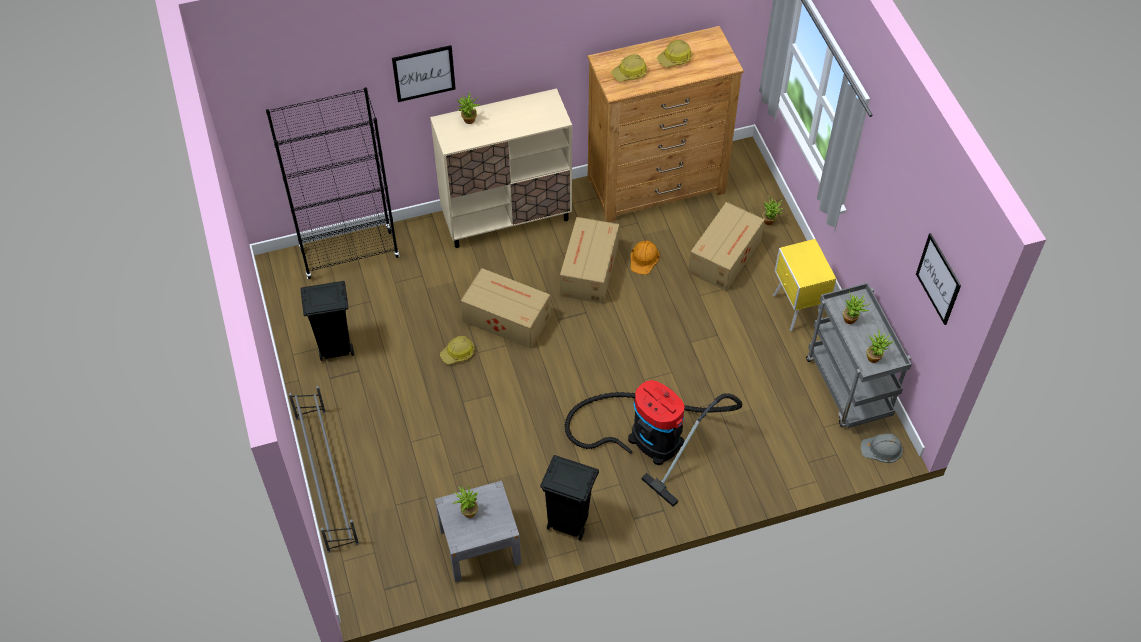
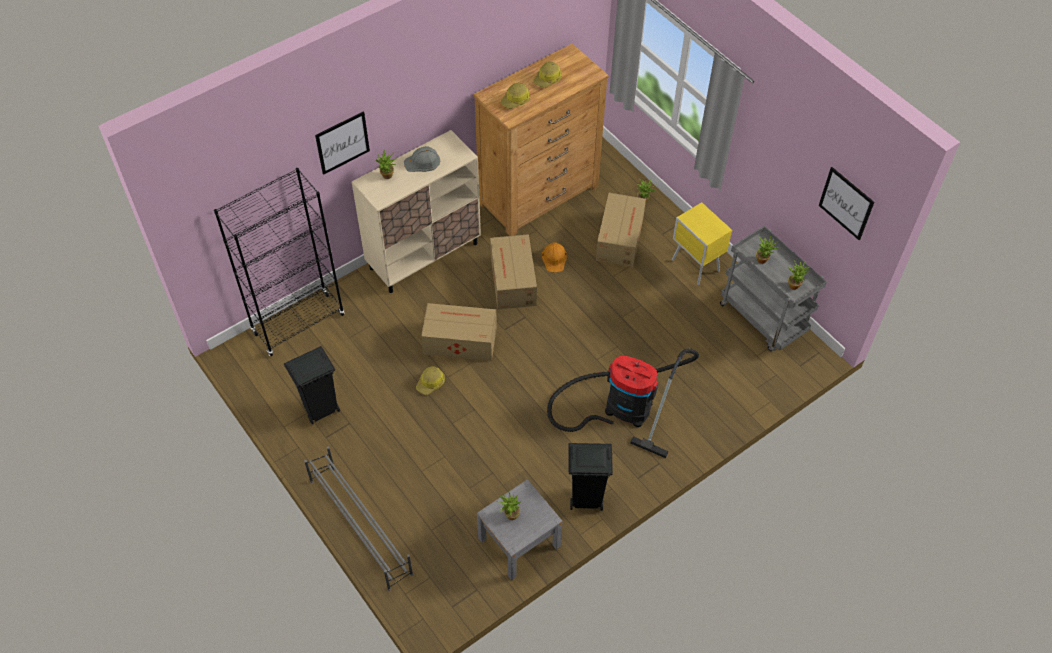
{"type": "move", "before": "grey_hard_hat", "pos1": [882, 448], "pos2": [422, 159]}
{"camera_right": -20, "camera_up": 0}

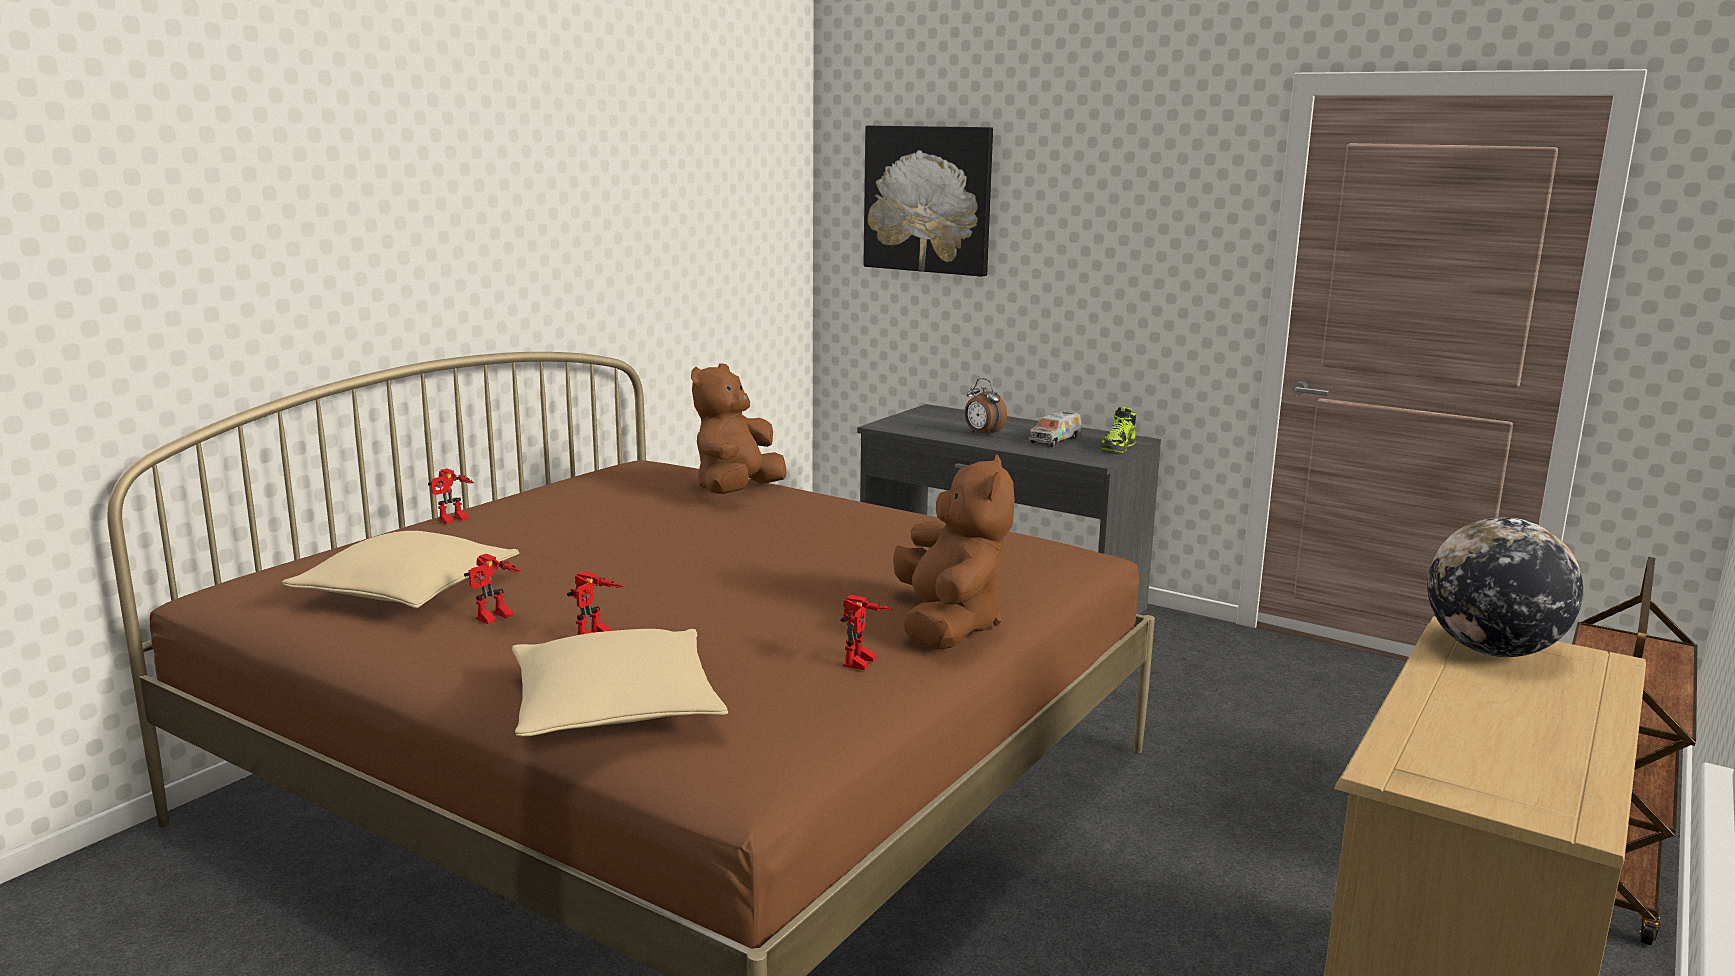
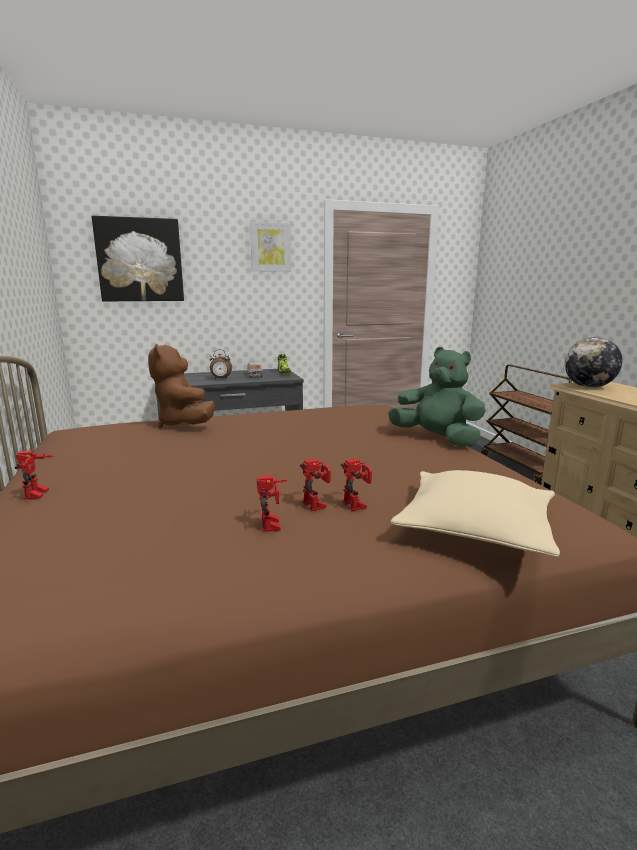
{"type": "recolor", "before": "brown_cuddly_toy", "after": "greenish_cuddly_toy", "pos1": [954, 552], "pos2": [437, 397]}
{"type": "delete", "before": "beige_throw_pillow", "pos1": [400, 569]}
{"type": "move", "before": "robot_figure", "pos1": [866, 632], "pos2": [315, 485]}
{"type": "insert", "after": "picture", "pos2": [270, 247]}
{"camera_right": -50, "camera_up": 0}

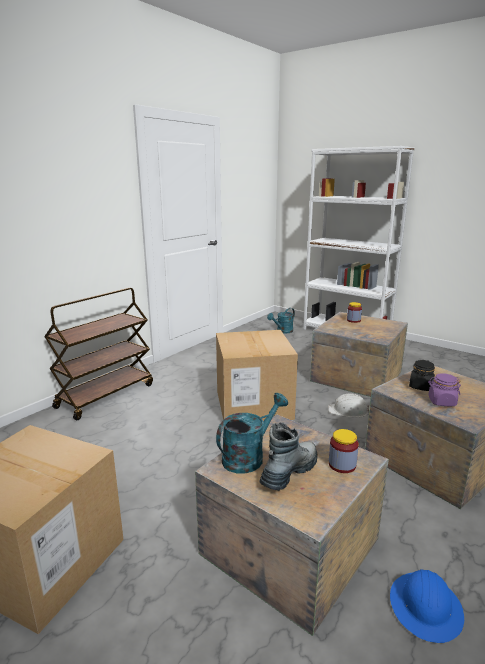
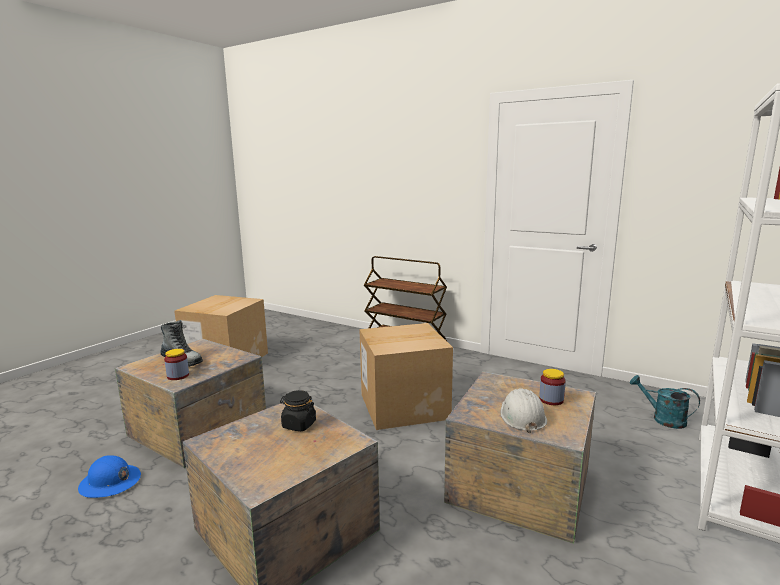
{"type": "delete", "before": "purplish_jar", "pos1": [444, 389]}
{"type": "delete", "before": "blue-green_watering_pot", "pos1": [252, 433]}
{"type": "move", "before": "white-coloured_hard_hat", "pos1": [349, 406], "pos2": [523, 410]}
{"camera_right": 85, "camera_up": -5}

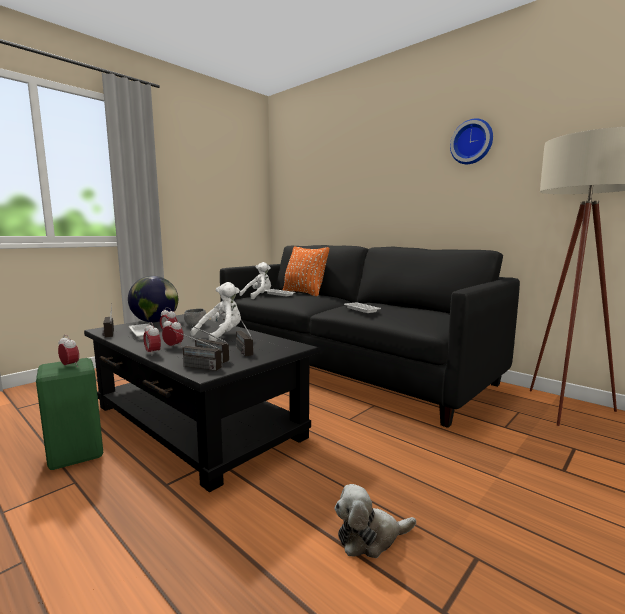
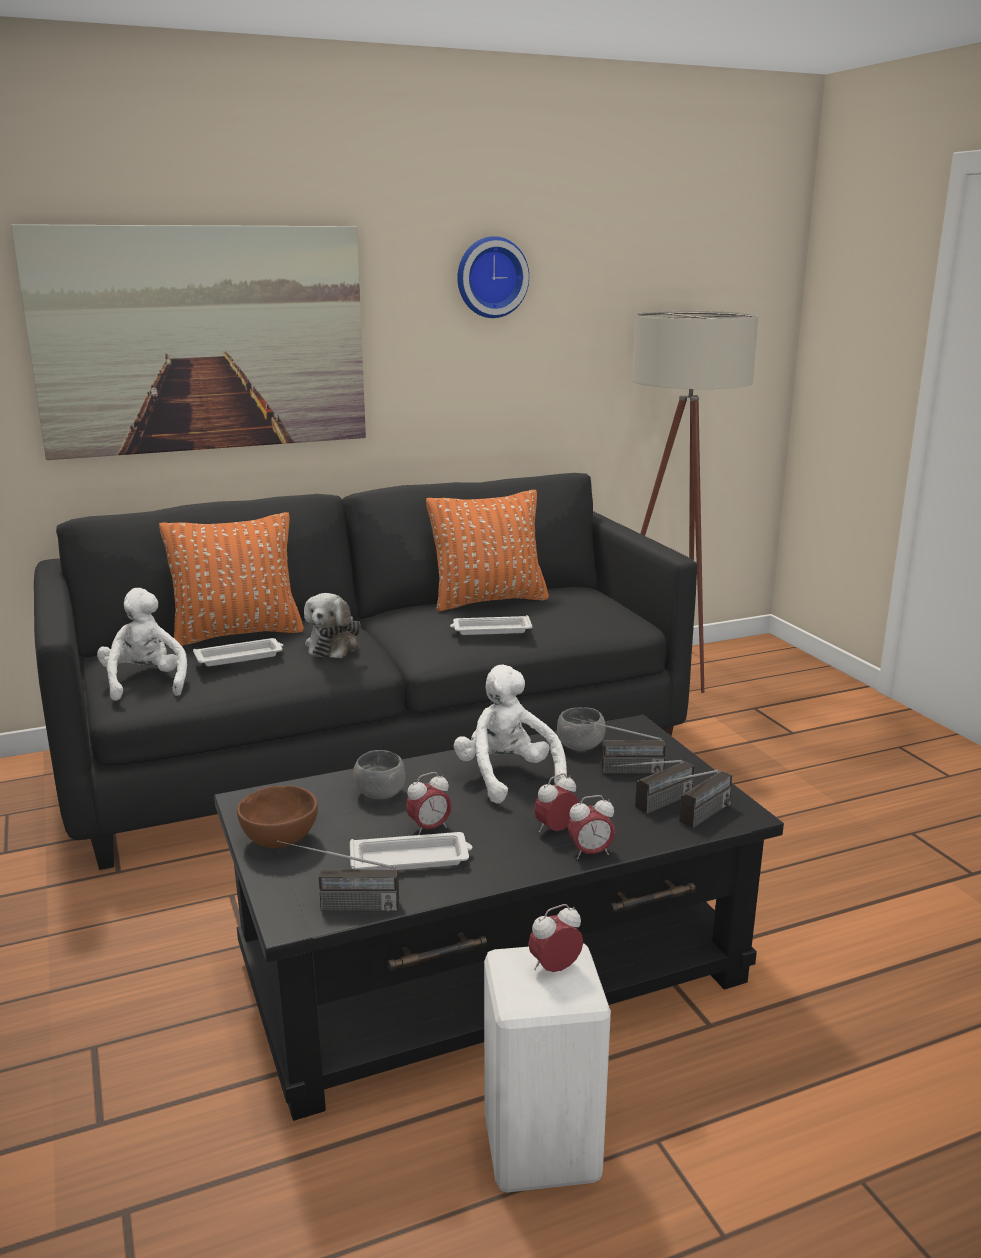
{"type": "replace", "before": "globe", "after": "brown_bowl", "pos1": [153, 299], "pos2": [277, 817]}
{"type": "recolor", "before": "greenish_stool_seat", "after": "white-coloured_stool_seat", "pos1": [69, 414], "pos2": [547, 1068]}
{"type": "move", "before": "cuddly_toy", "pos1": [375, 521], "pos2": [332, 625]}
{"type": "insert", "after": "picture", "pos2": [188, 342]}
{"type": "insert", "after": "orangey_throw_pillow", "pos2": [487, 550]}
{"type": "insert", "after": "grey_bowl", "pos2": [581, 729]}
{"camera_right": -65, "camera_up": 10}

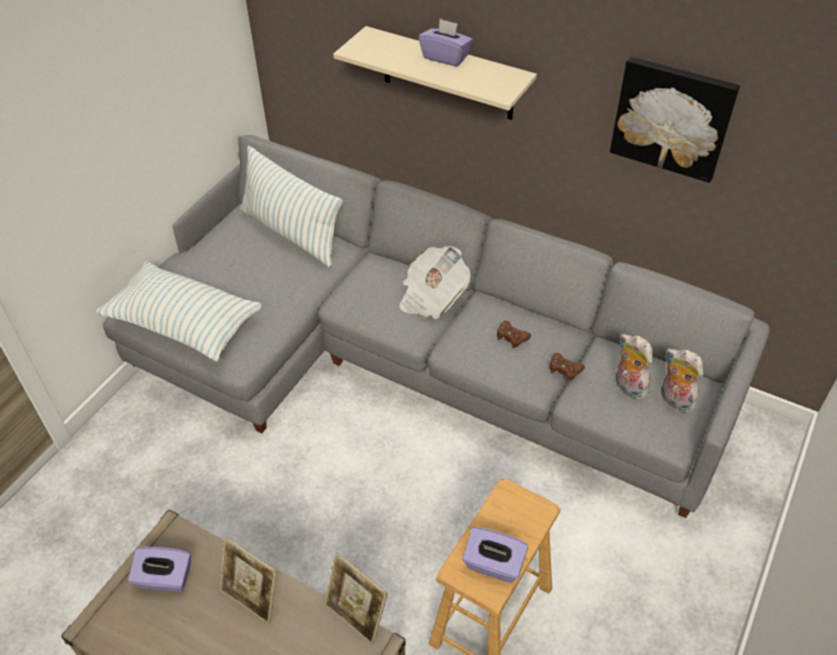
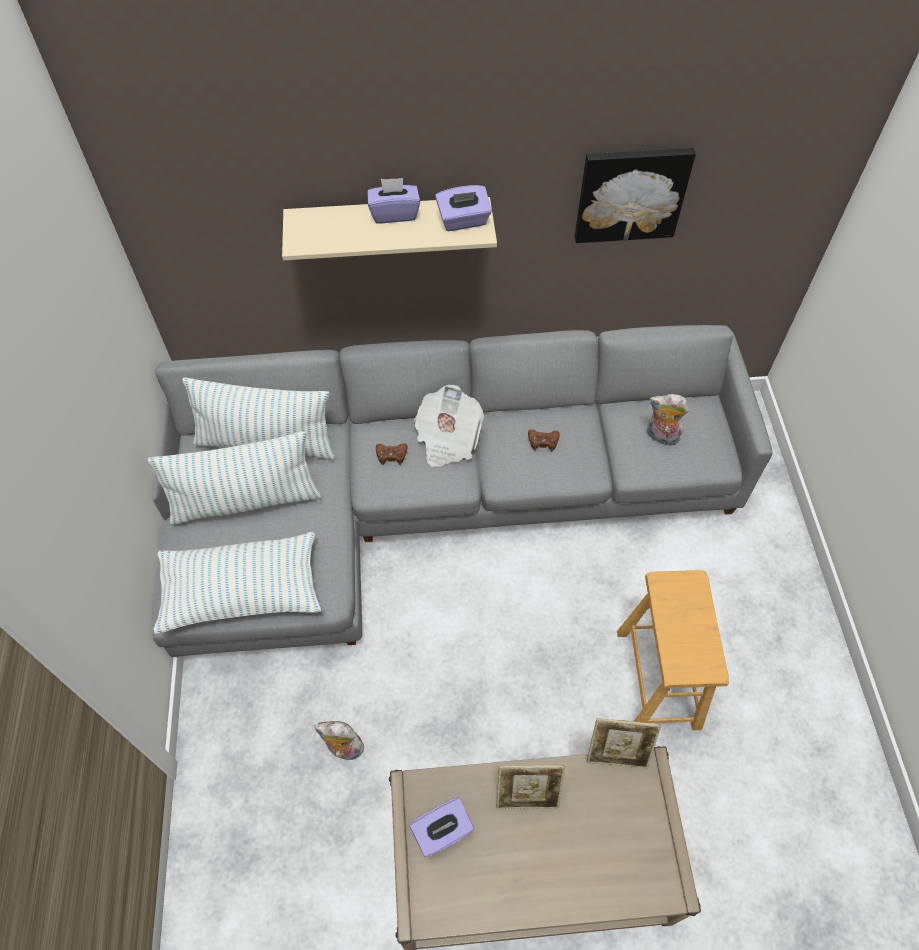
{"type": "move", "before": "cuddly_toy", "pos1": [682, 381], "pos2": [340, 742]}
{"type": "move", "before": "brown_game_controller", "pos1": [567, 367], "pos2": [392, 454]}
{"type": "move", "before": "purplish_tissue_holder", "pos1": [495, 555], "pos2": [463, 208]}
{"type": "insert", "after": "throw_pillow", "pos2": [234, 478]}
{"camera_right": -35, "camera_up": 10}

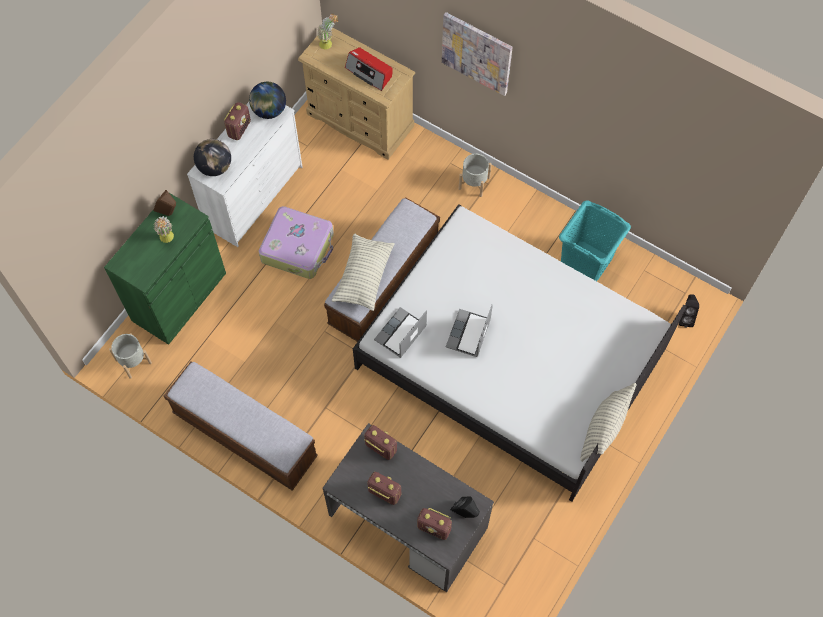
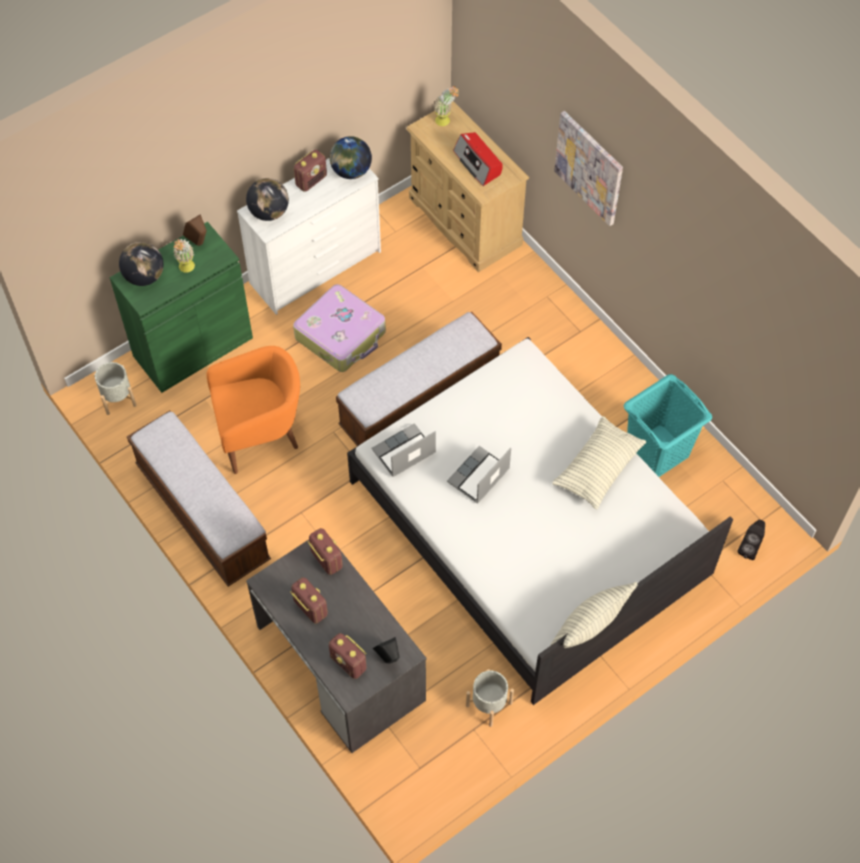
{"type": "move", "before": "grey_plant_pot", "pos1": [475, 175], "pos2": [490, 698]}
{"type": "move", "before": "throw_pillow", "pos1": [363, 272], "pos2": [599, 462]}
{"type": "insert", "after": "globe", "pos2": [141, 264]}
{"type": "insert", "after": "orangey_armchair", "pos2": [253, 410]}
{"camera_right": 20, "camera_up": -5}

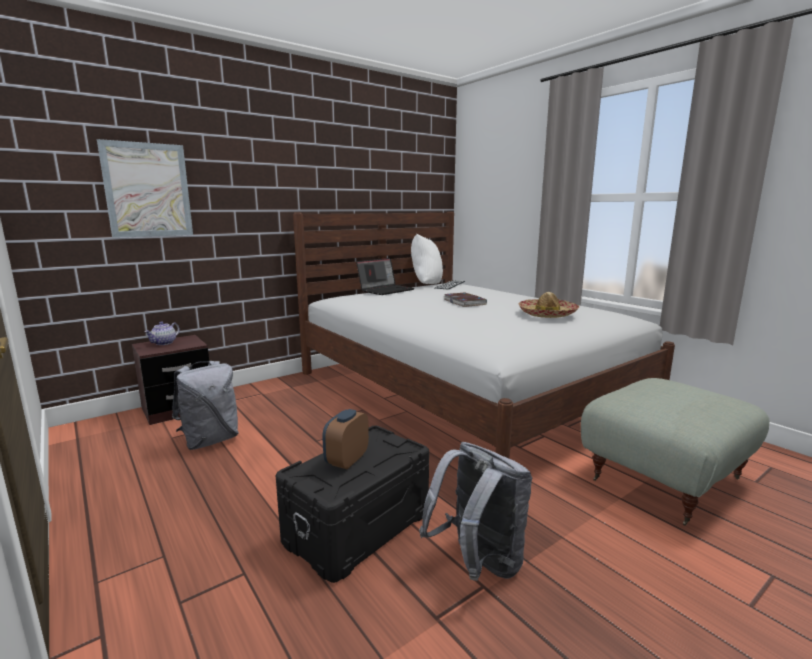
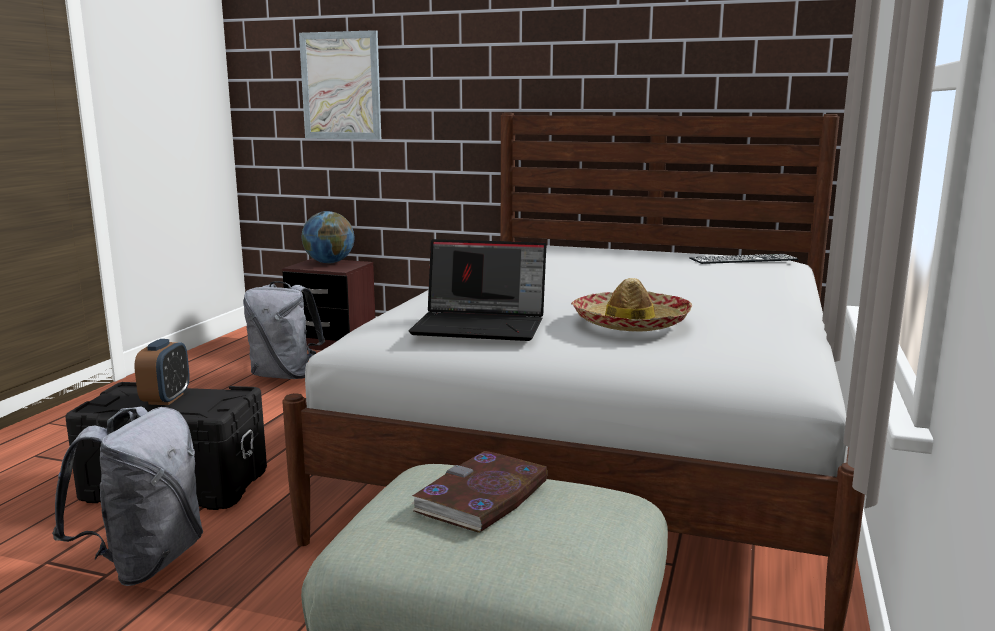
{"type": "delete", "before": "white-coloured_throw_pillow", "pos1": [427, 259]}
{"type": "move", "before": "portable_computer", "pos1": [385, 276], "pos2": [477, 290]}
{"type": "move", "before": "book", "pos1": [465, 300], "pos2": [479, 492]}
{"type": "replace", "before": "teapot", "after": "globe", "pos1": [162, 333], "pos2": [328, 237]}
{"type": "rotate", "before": "table_clock", "pos1": [345, 439], "pos2": [162, 372], "turn": 105}
{"camera_right": 55, "camera_up": 0}

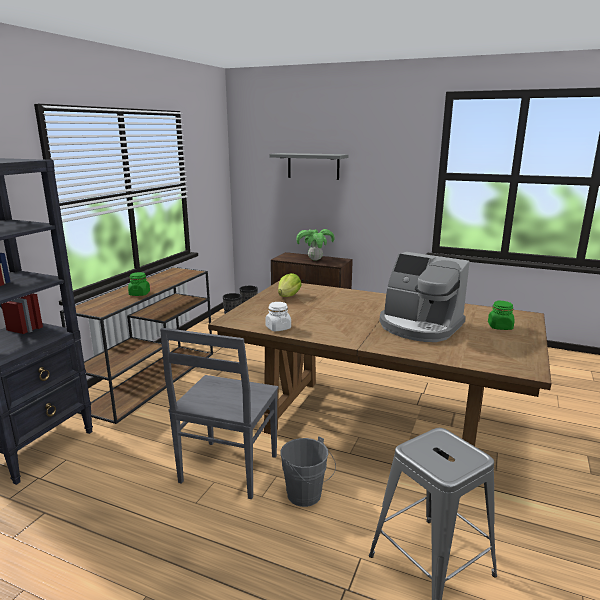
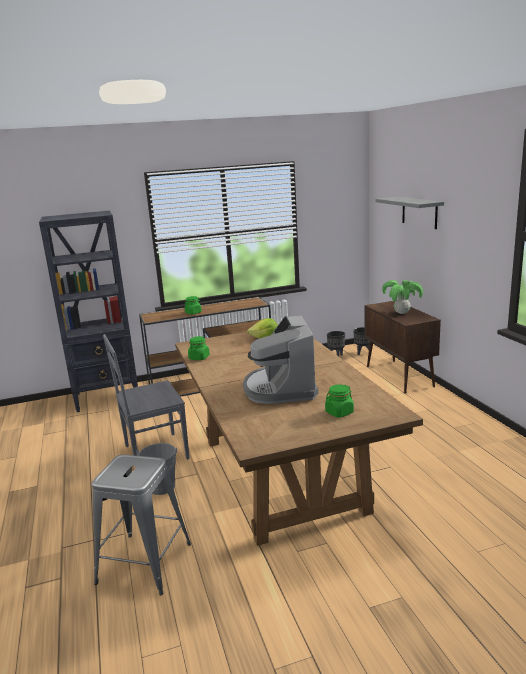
{"type": "recolor", "before": "white-coloured_jar", "after": "greenish_jar", "pos1": [278, 316], "pos2": [199, 348]}
{"camera_right": 50, "camera_up": 0}

